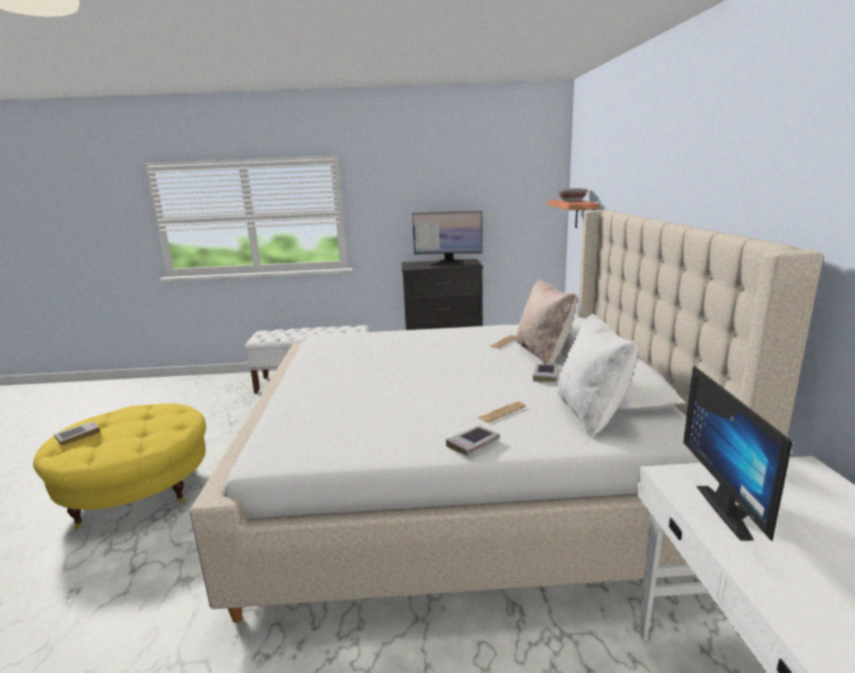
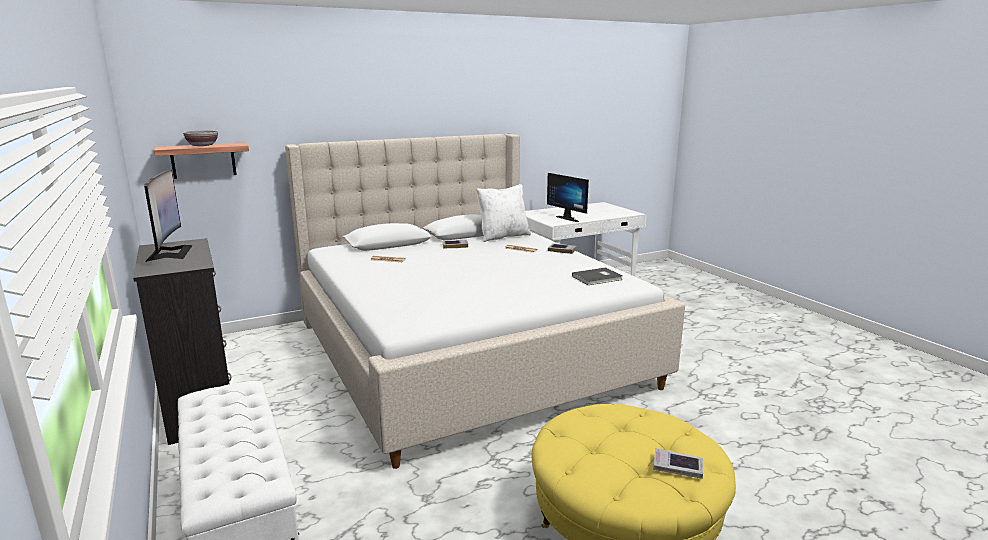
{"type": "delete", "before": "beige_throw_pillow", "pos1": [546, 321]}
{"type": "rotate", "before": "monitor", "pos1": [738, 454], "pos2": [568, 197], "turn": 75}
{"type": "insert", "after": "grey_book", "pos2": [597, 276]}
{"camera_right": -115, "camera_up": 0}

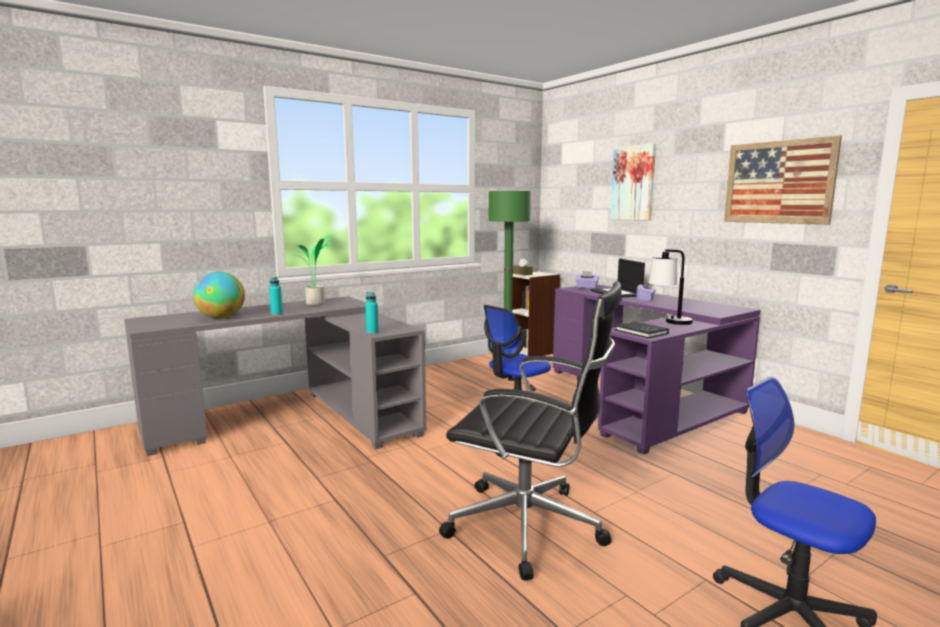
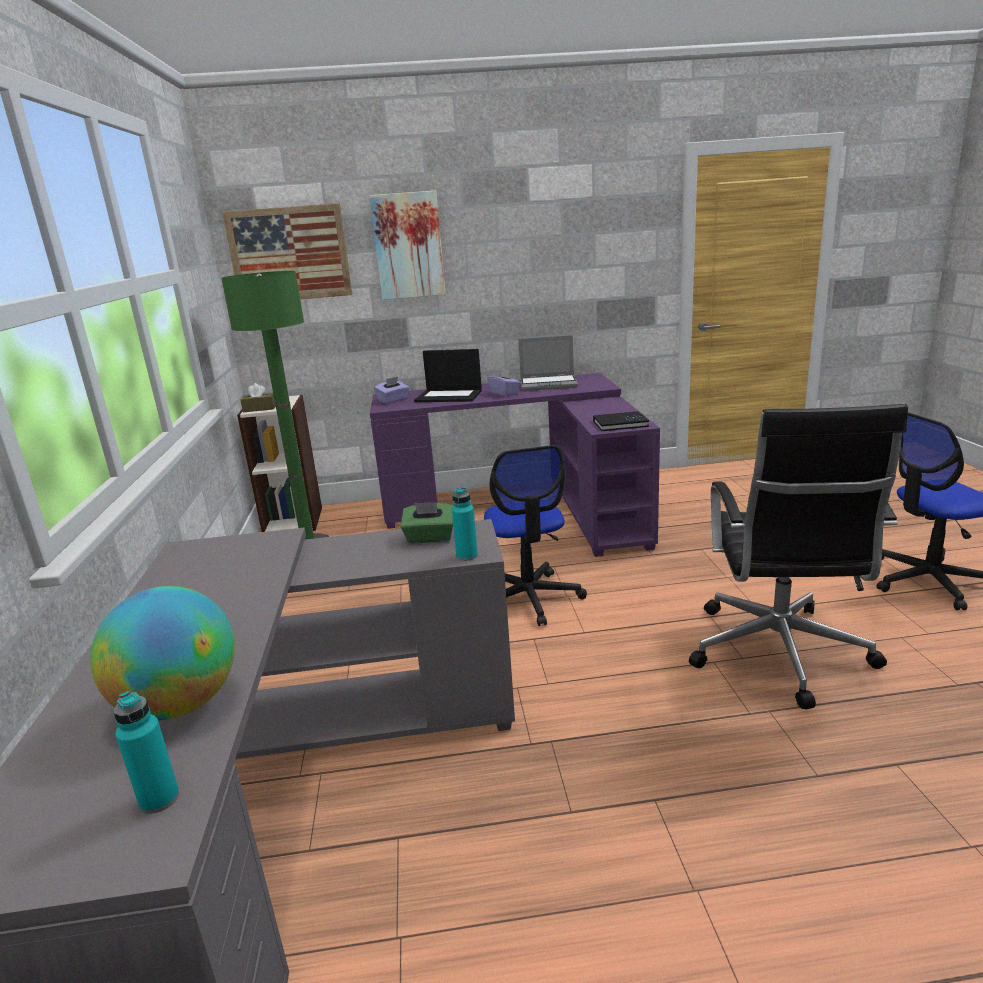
{"type": "move", "before": "picture", "pos1": [783, 180], "pos2": [287, 251]}
{"type": "delete", "before": "houseplant", "pos1": [310, 270]}
{"type": "delete", "before": "tabletop_lamp", "pos1": [671, 287]}
{"type": "move", "before": "blue-green_beverage_bottle", "pos1": [276, 296], "pos2": [146, 752]}
{"type": "rotate", "before": "blackish_desk_chair", "pos1": [530, 431], "pos2": [798, 556], "turn": 135}
{"type": "insert", "after": "portable_computer", "pos2": [548, 363]}
{"type": "insert", "after": "greenish_tissue_holder", "pos2": [427, 522]}
{"camera_right": -60, "camera_up": 10}

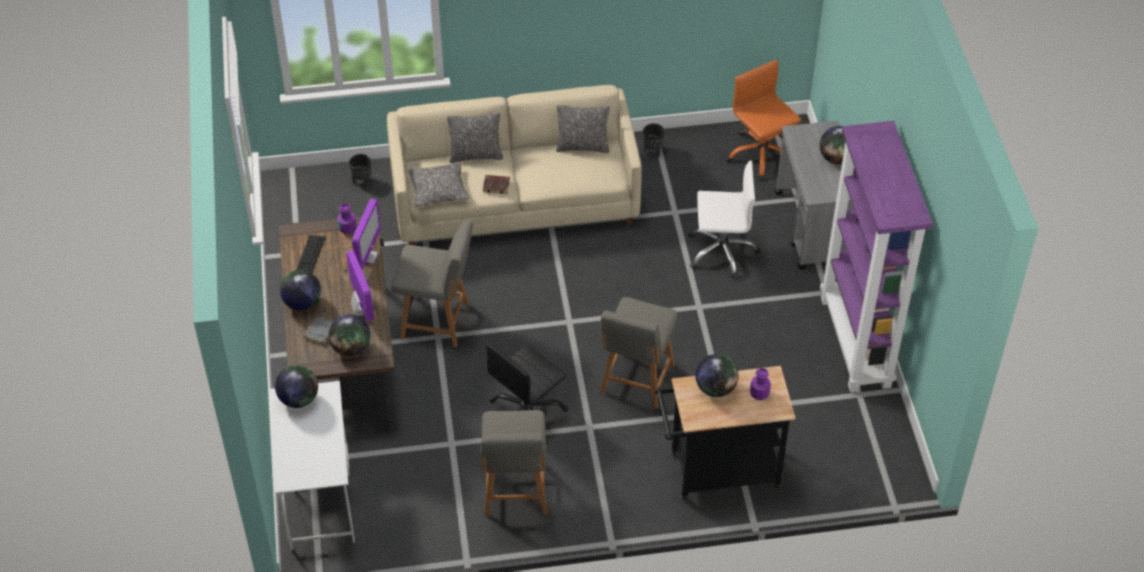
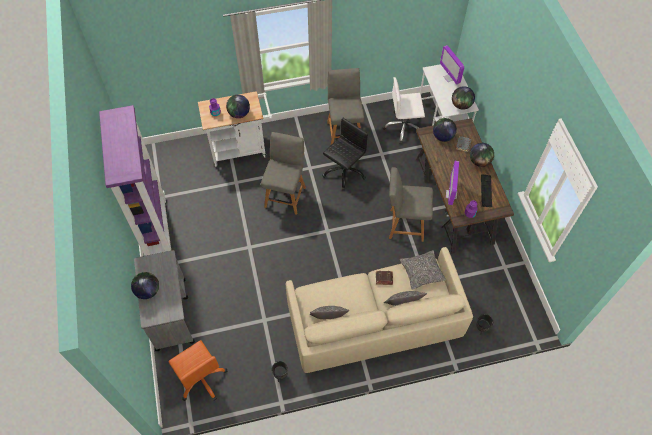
{"type": "move", "before": "white-coloured_desk_chair", "pos1": [724, 220], "pos2": [404, 110]}
{"type": "move", "before": "monitor", "pos1": [360, 286], "pos2": [452, 64]}
{"type": "recolor", "before": "blackish_wheeled_cart", "after": "white-coloured_wheeled_cart", "pos1": [725, 433], "pos2": [235, 129]}
{"camera_right": 175, "camera_up": 10}

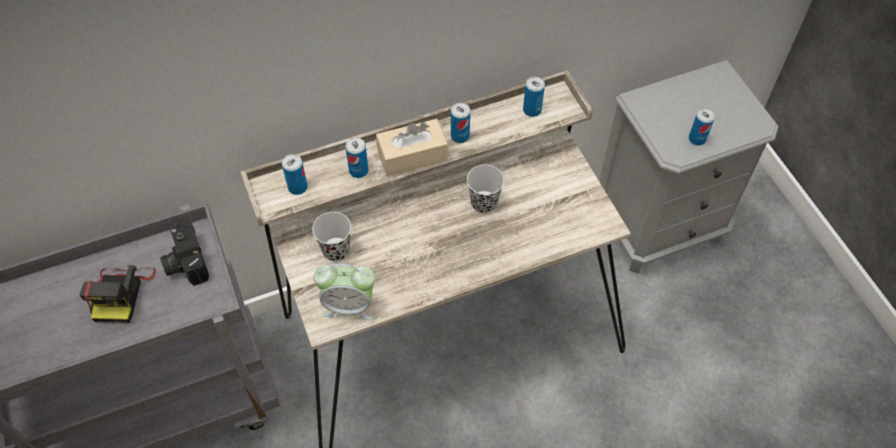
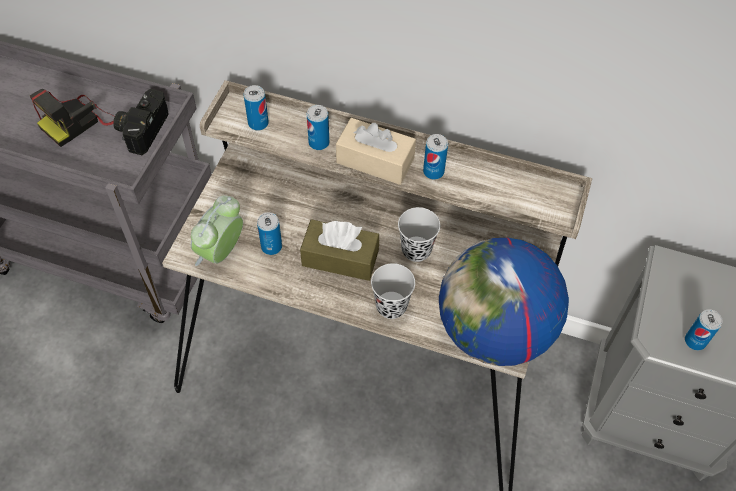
{"type": "move", "before": "can", "pos1": [534, 96], "pos2": [269, 233]}
{"type": "move", "before": "blackish_drinking_cup", "pos1": [331, 236], "pos2": [393, 291]}
{"type": "rotate", "before": "table_clock", "pos1": [344, 292], "pos2": [217, 230], "turn": 75}
{"type": "insert", "after": "brown_tissue_holder", "pos2": [339, 250]}
{"type": "insert", "after": "globe", "pos2": [504, 302]}
{"camera_right": 40, "camera_up": 0}

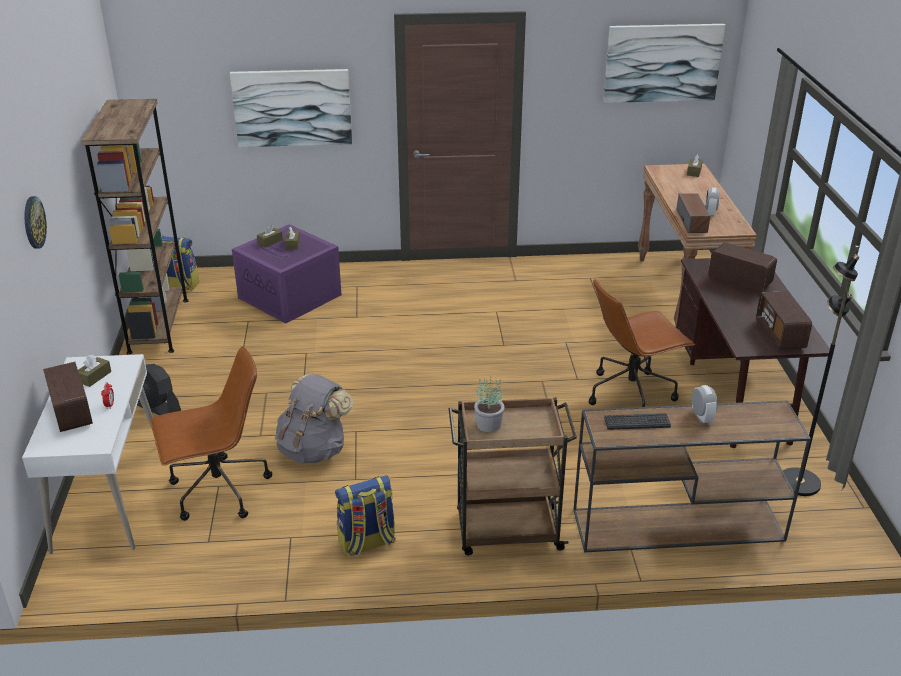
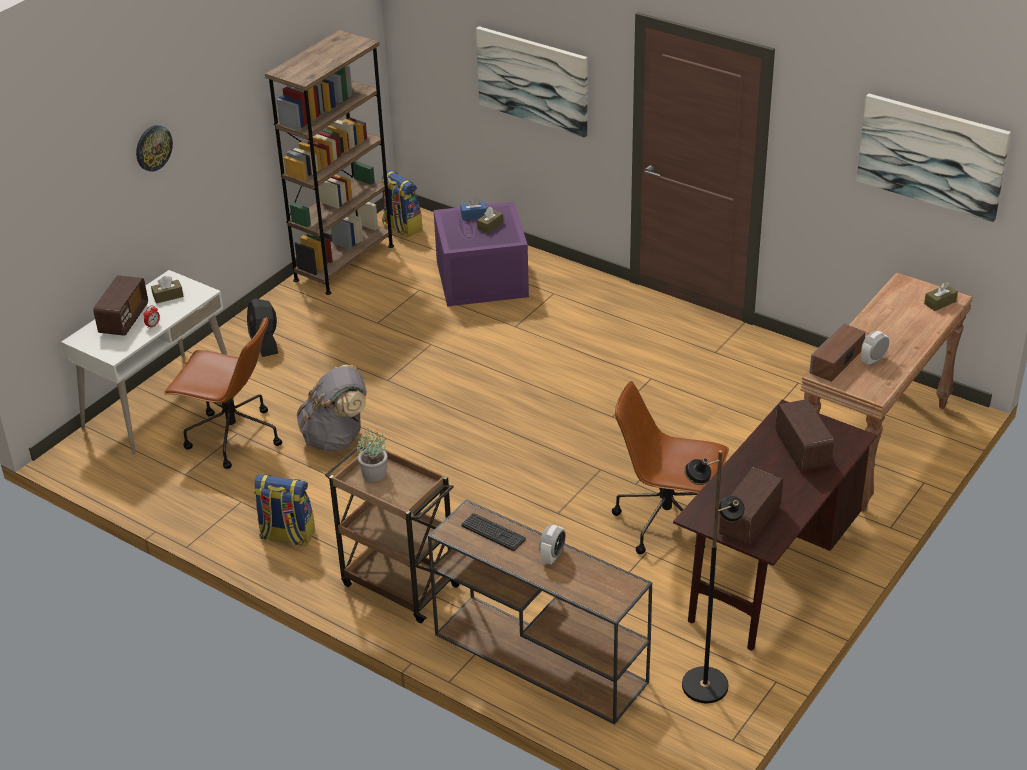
{"type": "recolor", "before": "brown_tissue_holder", "after": "blue_tissue_holder", "pos1": [270, 236], "pos2": [473, 208]}
{"camera_right": 40, "camera_up": 5}

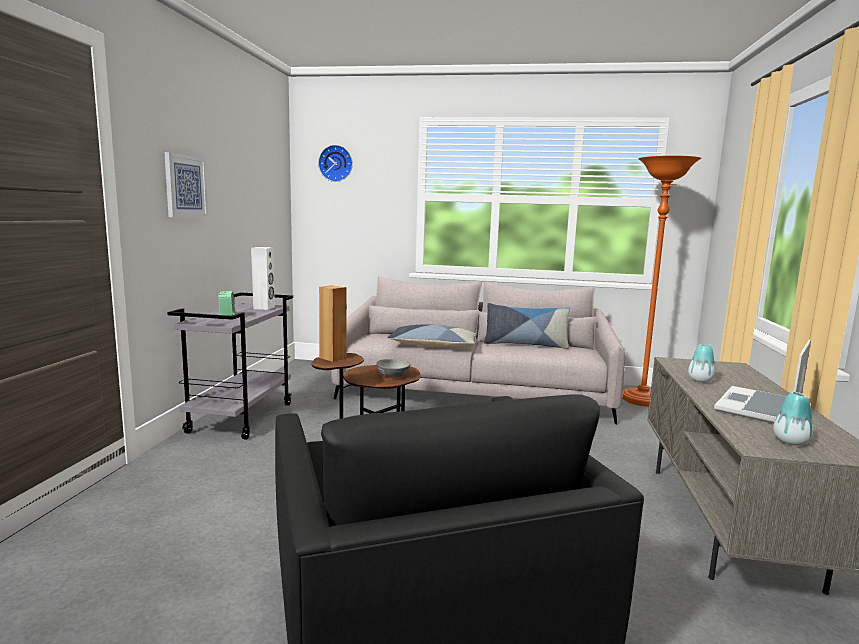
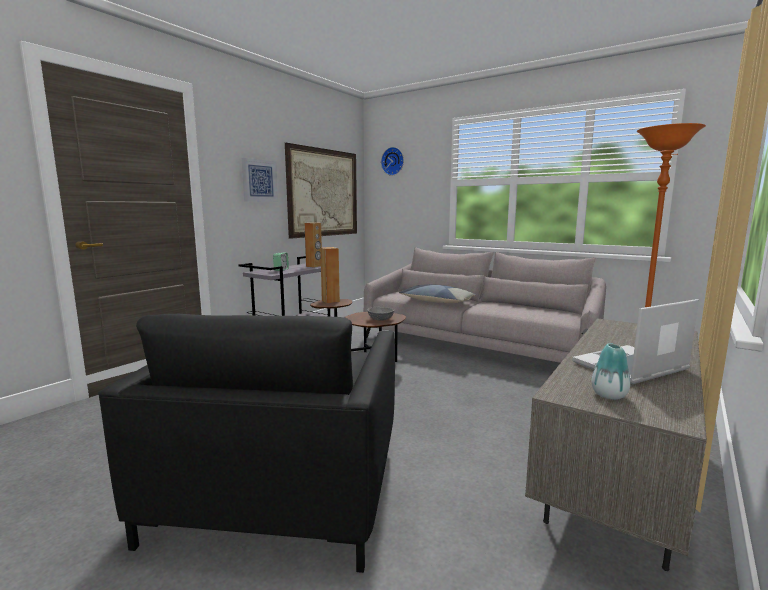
{"type": "recolor", "before": "white-coloured_speaker", "after": "brown_speaker", "pos1": [263, 278], "pos2": [313, 245]}
{"type": "delete", "before": "throw_pillow", "pos1": [527, 326]}
{"type": "delete", "before": "vase", "pos1": [701, 363]}
{"type": "insert", "after": "picture", "pos2": [321, 191]}
{"camera_right": 25, "camera_up": 0}

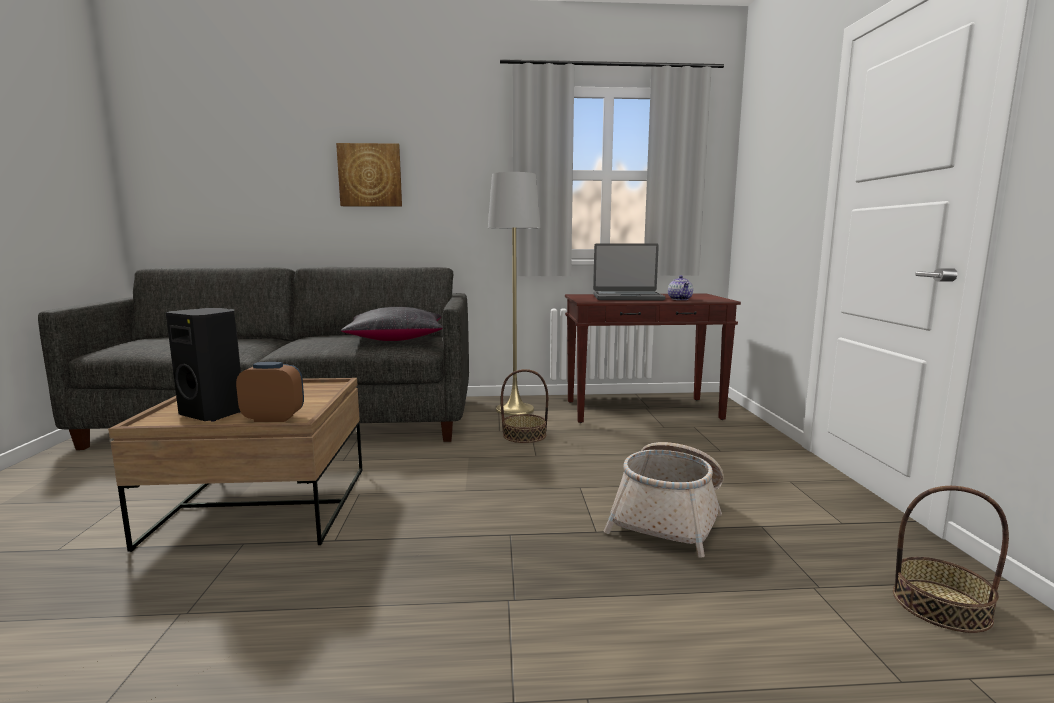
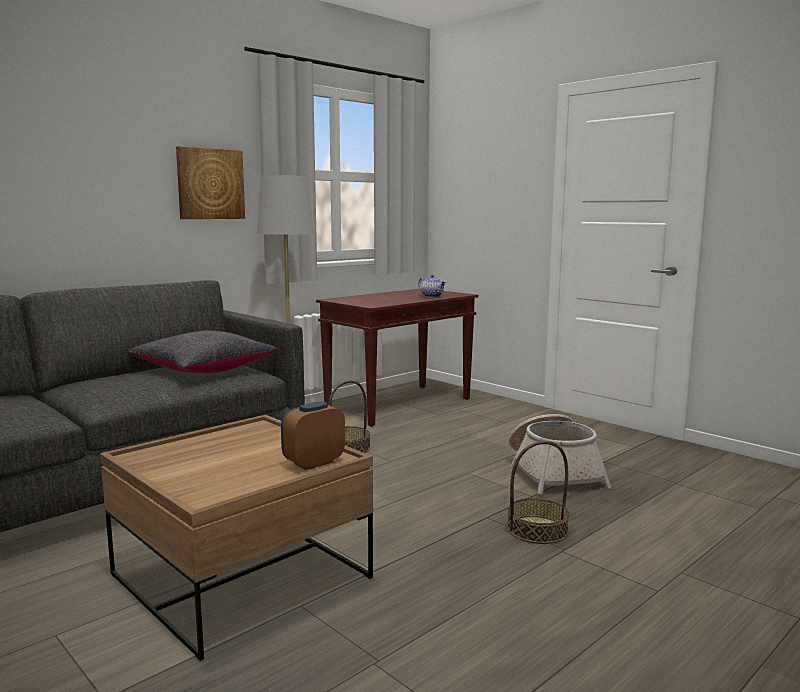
{"type": "move", "before": "picture", "pos1": [369, 175], "pos2": [210, 182]}
{"type": "delete", "before": "portable_computer", "pos1": [629, 271]}
{"type": "delete", "before": "blackish_speaker", "pos1": [203, 365]}
{"type": "move", "before": "storage_basket", "pos1": [951, 559], "pos2": [538, 492]}
{"camera_right": -40, "camera_up": 0}

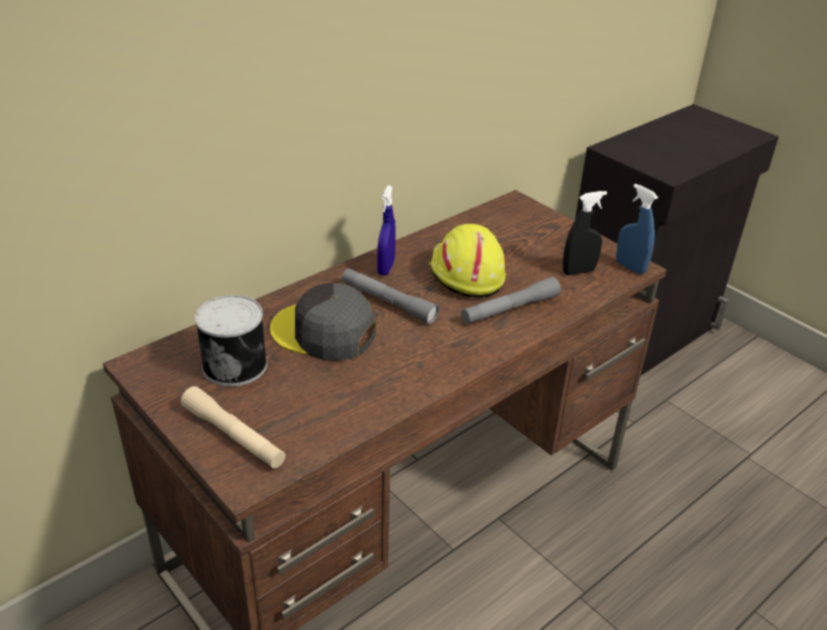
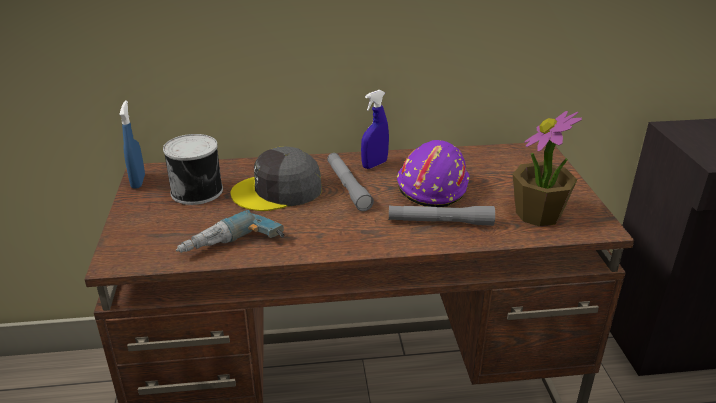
{"type": "move", "before": "blue_hand_sprayer", "pos1": [637, 229], "pos2": [132, 144]}
{"type": "replace", "before": "blackish_hand_sprayer", "after": "houseplant", "pos1": [585, 233], "pos2": [547, 169]}
{"type": "recolor", "before": "yellow-coloured_hard_hat", "after": "purplish_hard_hat", "pos1": [467, 261], "pos2": [433, 173]}
{"type": "rotate", "before": "grey_cap", "pos1": [323, 322], "pos2": [276, 178], "turn": -75}
{"type": "delete", "before": "beige_torch", "pos1": [233, 427]}
{"type": "insert", "after": "power_drill", "pos2": [230, 231]}
{"camera_right": 35, "camera_up": -5}

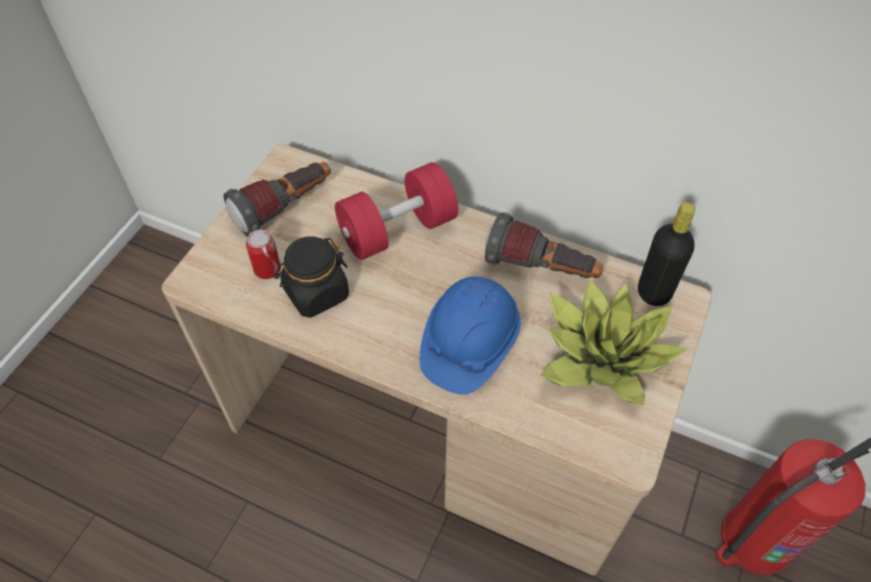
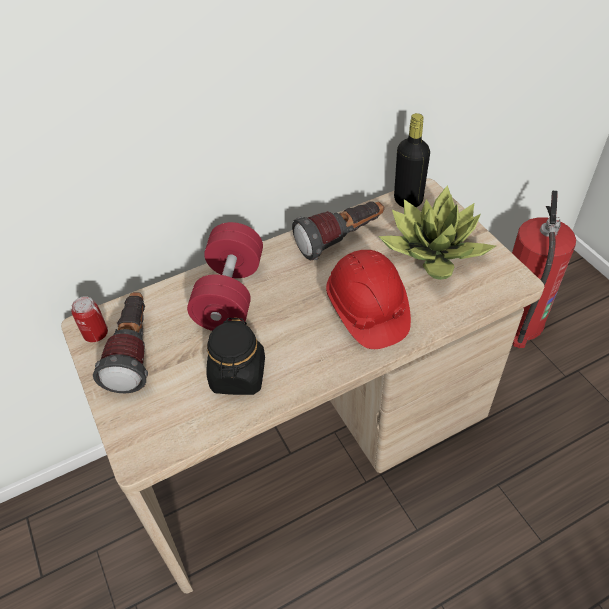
{"type": "move", "before": "can", "pos1": [263, 254], "pos2": [89, 319]}
{"type": "recolor", "before": "blue_hard_hat", "after": "red-coloured_hard_hat", "pos1": [470, 336], "pos2": [368, 299]}
{"camera_right": -50, "camera_up": -5}

